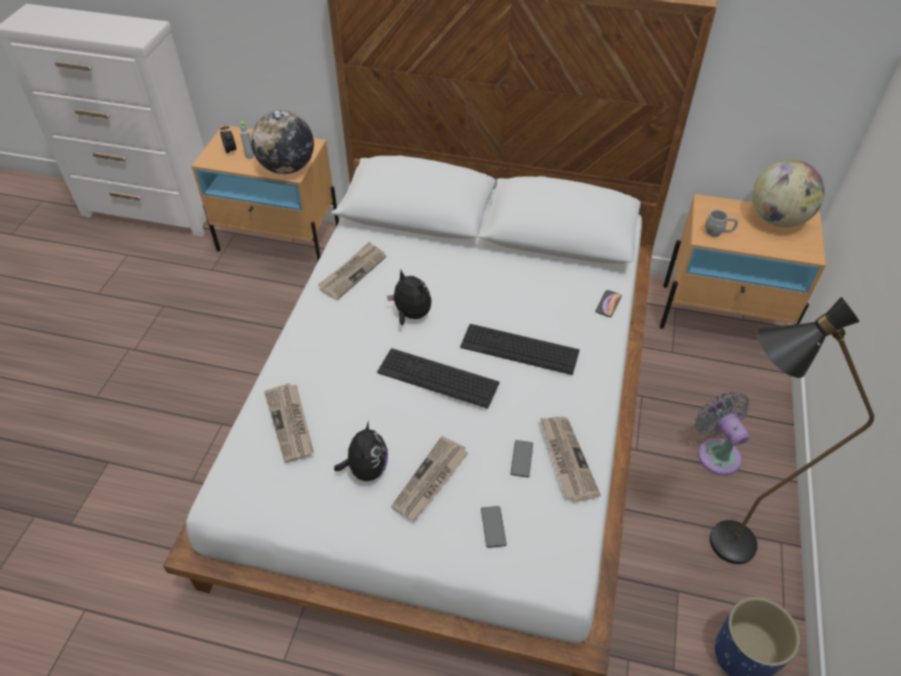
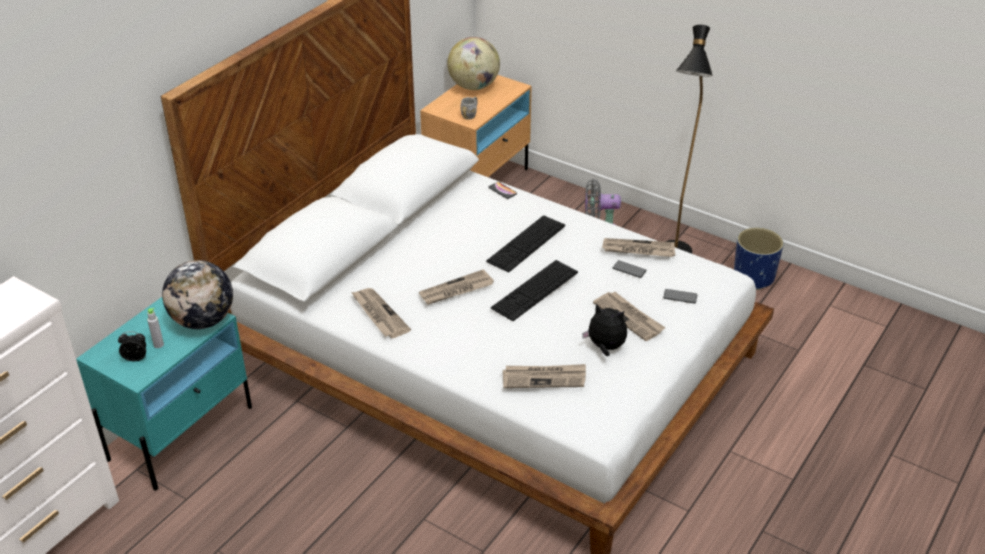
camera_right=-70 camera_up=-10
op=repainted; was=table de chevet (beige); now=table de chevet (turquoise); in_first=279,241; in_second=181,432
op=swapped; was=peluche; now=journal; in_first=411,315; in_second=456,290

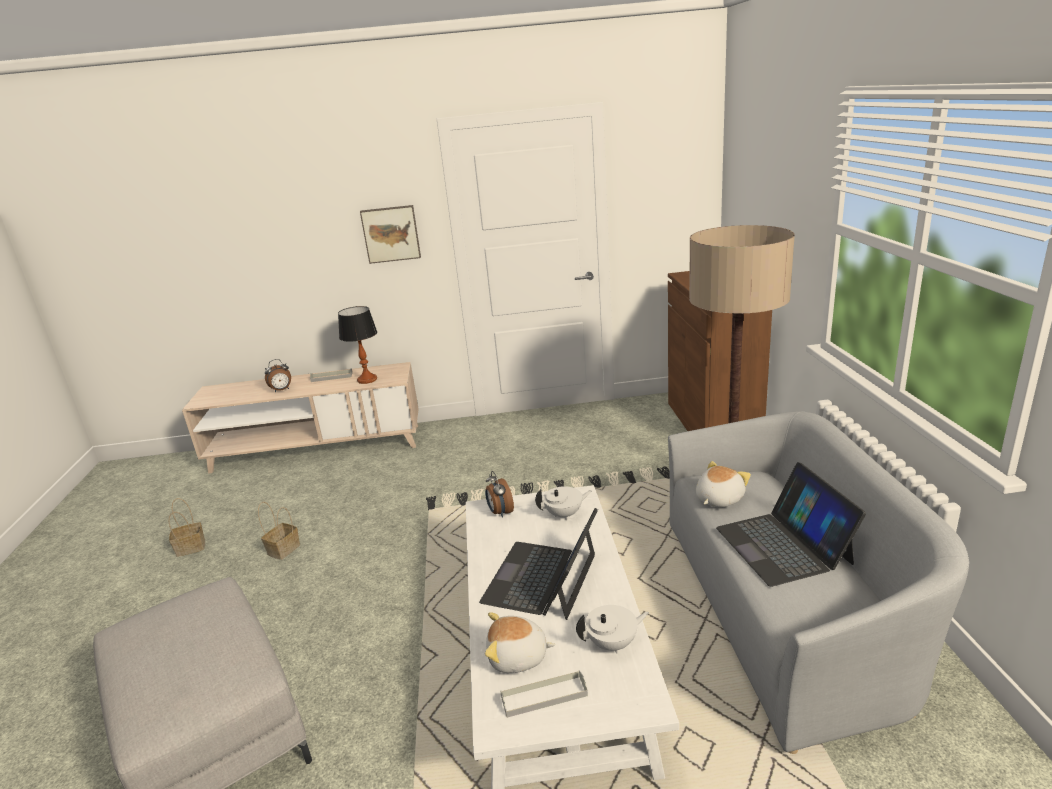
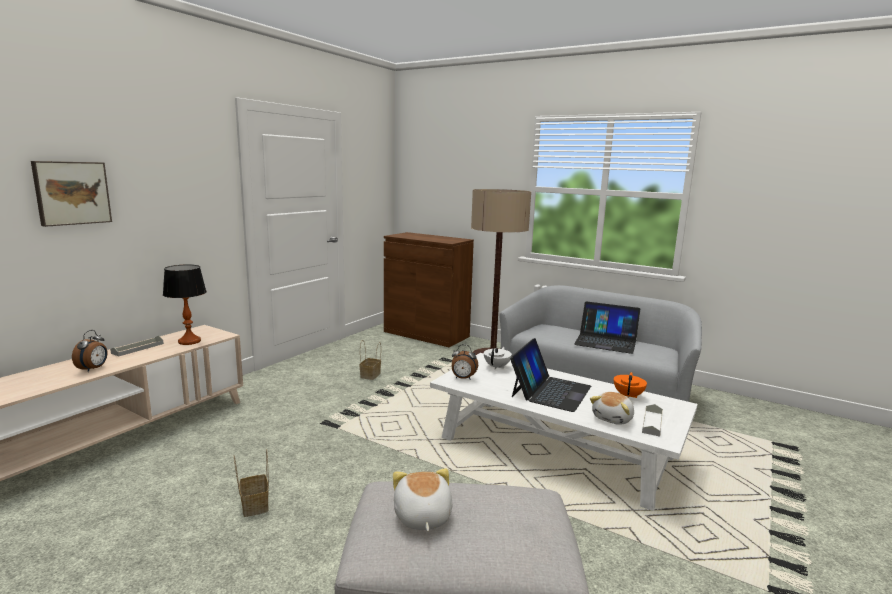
camera_right=-55 camera_up=-10
op=shifted; was=panier; in_first=189,548; in_second=370,375
op=shifted; was=tableau; in_first=391,234; in_second=72,193
op=rotated; was=ordinateur portable; in_first=542,579; in_second=550,391; clockwise=-120
op=repainted; was=théière (blanc); now=théière (orange); in_first=613,643; in_second=628,396
op=shifted; was=peluche; in_first=718,499; in_second=421,516

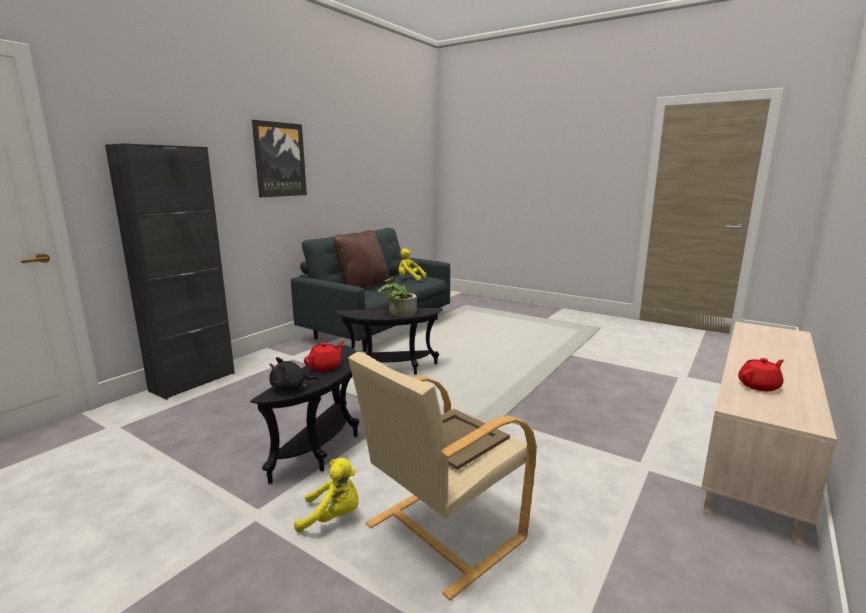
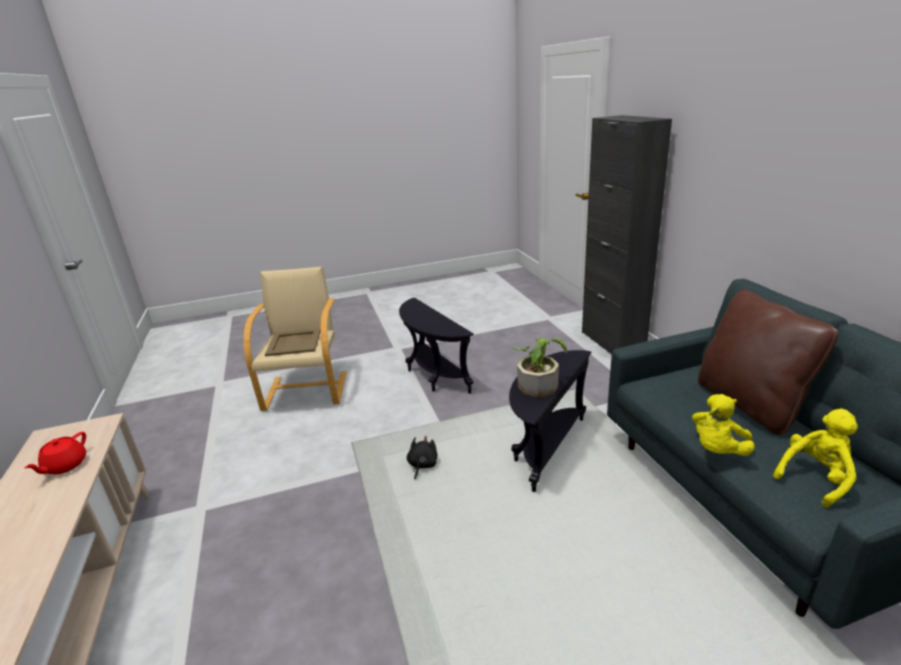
camera_right=130 camera_up=10
op=gone; was=tableau; in_first=279,159
op=shifted; was=peluche (noir); in_first=291,388; in_second=422,465
op=shifted; was=peluche (jaune); in_first=333,517; in_second=717,450
op=gone; was=théière (rouge); in_first=325,366

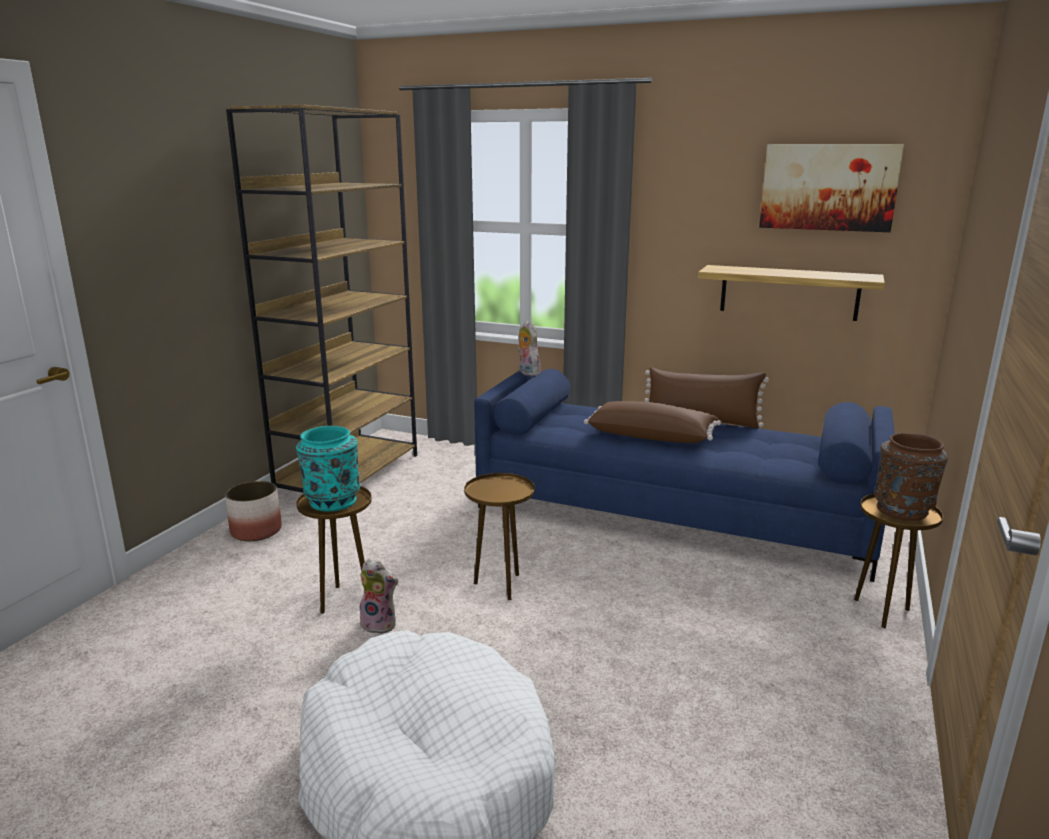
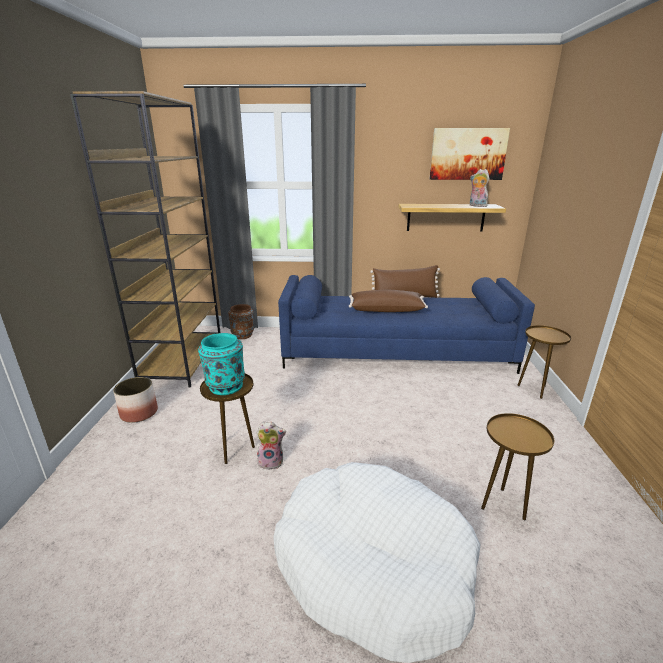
camera_right=-20 camera_up=5
op=shifted; was=table d'appoint (marron); in_first=500,585; in_second=502,505
op=shifted; was=peluche; in_first=527,372; in_second=476,206
op=shifted; was=vase (marron); in_first=903,510; in_second=243,335

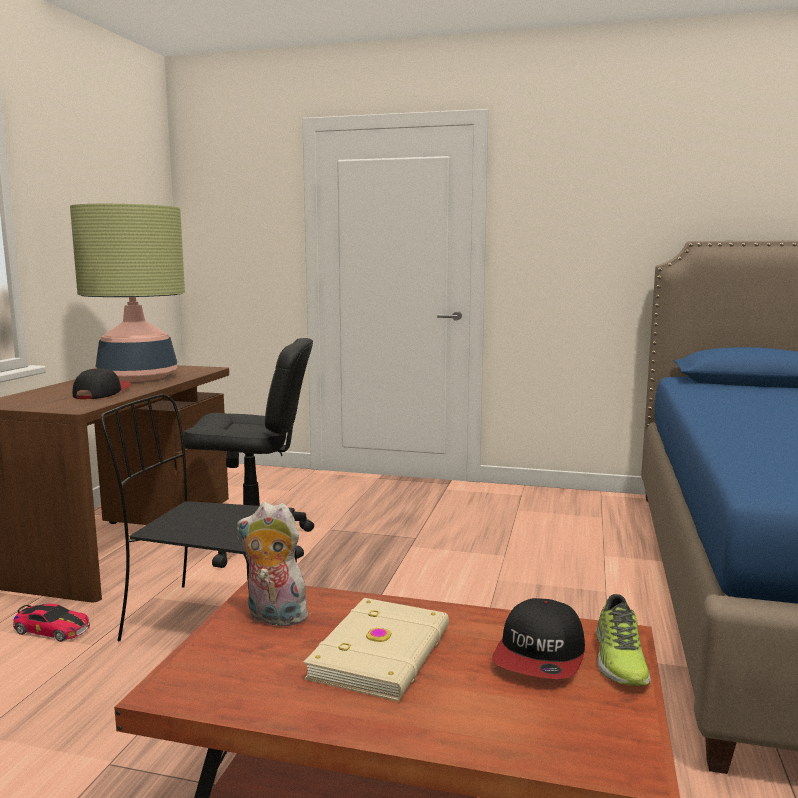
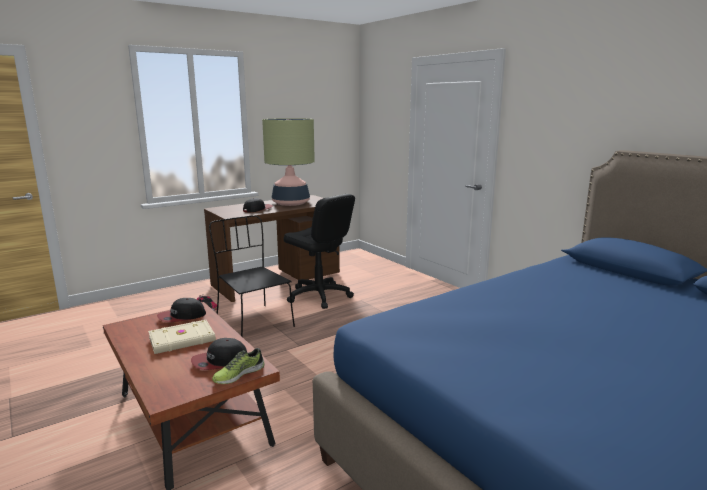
camera_right=40 camera_up=5
op=swapped; was=peluche; now=casquette; in_first=273,617; in_second=182,317

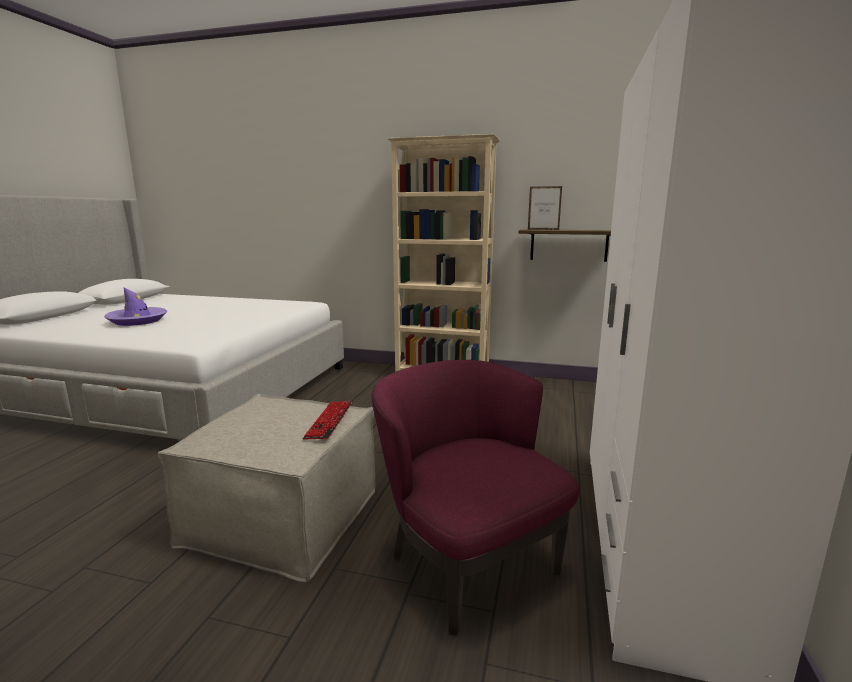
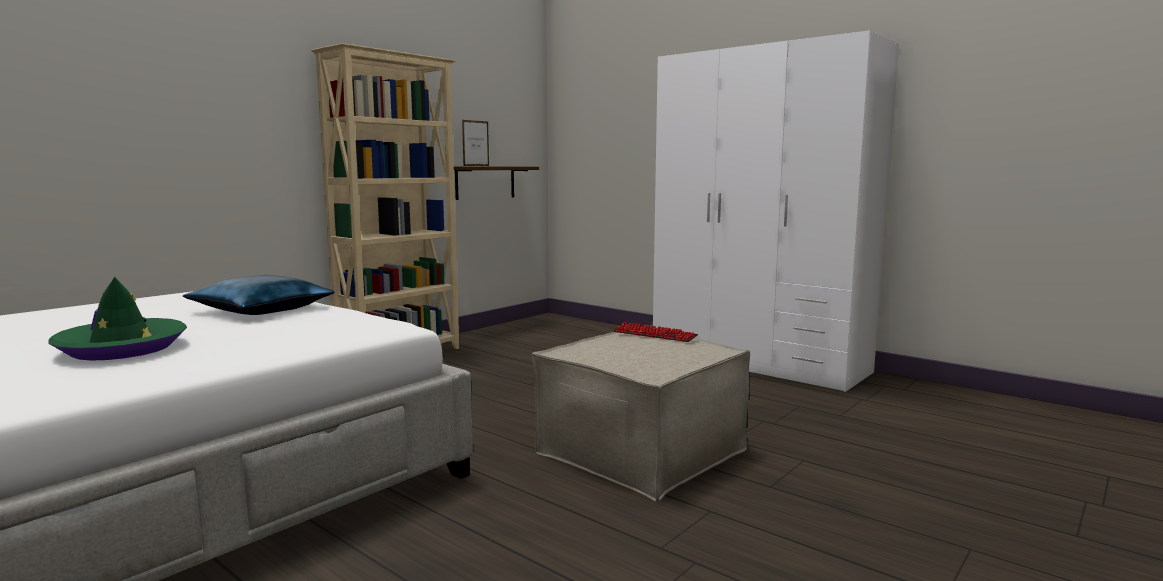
camera_right=-65 camera_up=-5
op=repainted; was=chapeau (violet); now=chapeau (vert); in_first=137,321; in_second=122,349
op=gone; was=fauteuil (violet); in_first=468,563
op=new; now=coussin (bleu); in_second=262,310

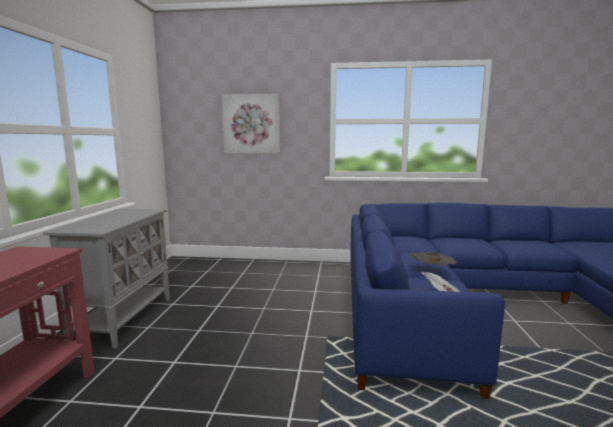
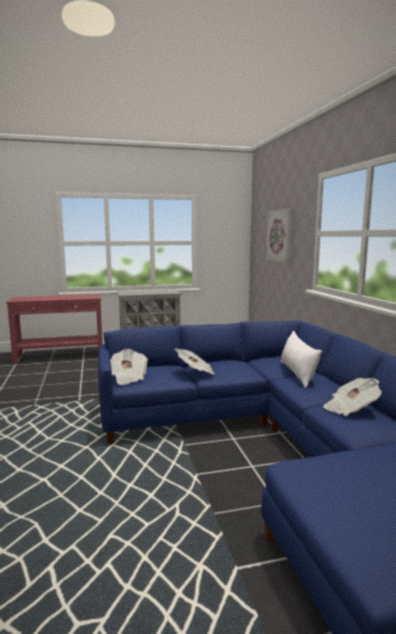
camera_right=70 camera_up=0
op=new; now=coussin (blanc); in_second=297,374
op=new; now=journal; in_second=350,409

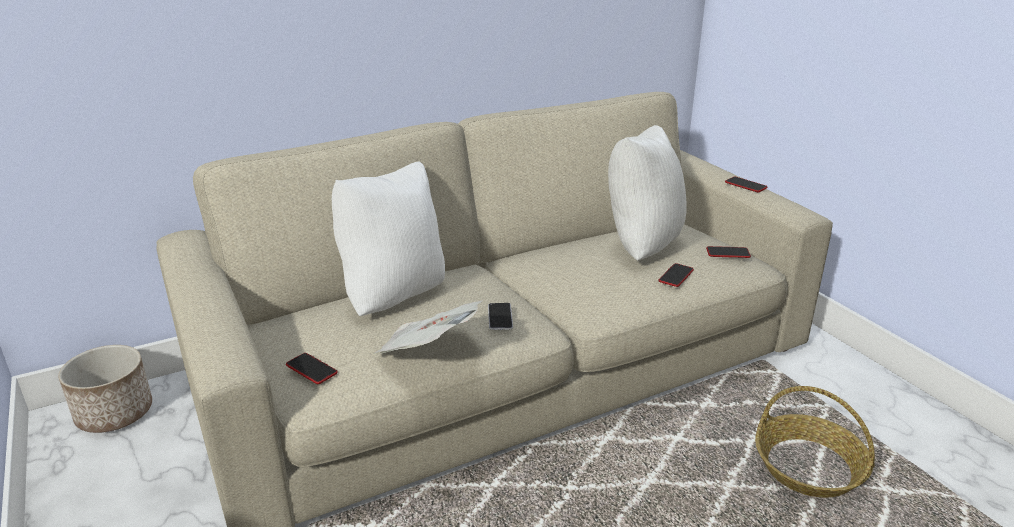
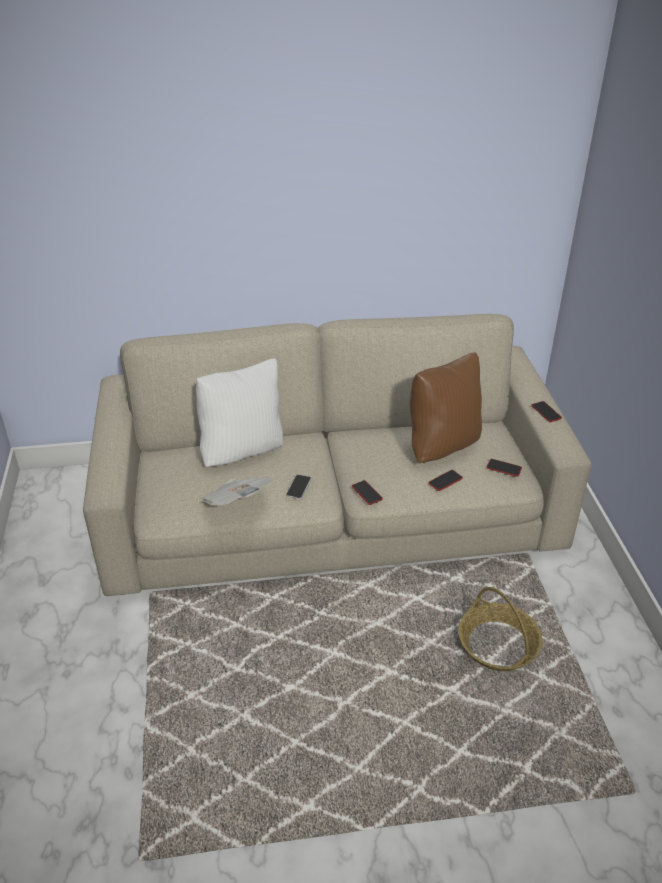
camera_right=20 camera_up=10
op=gone; was=cache-pot; in_first=115,413
op=shifted; was=téléphone; in_first=311,369; in_second=367,493
op=repainted; was=coussin (blanc); now=coussin (marron); in_first=640,246; in_second=442,446

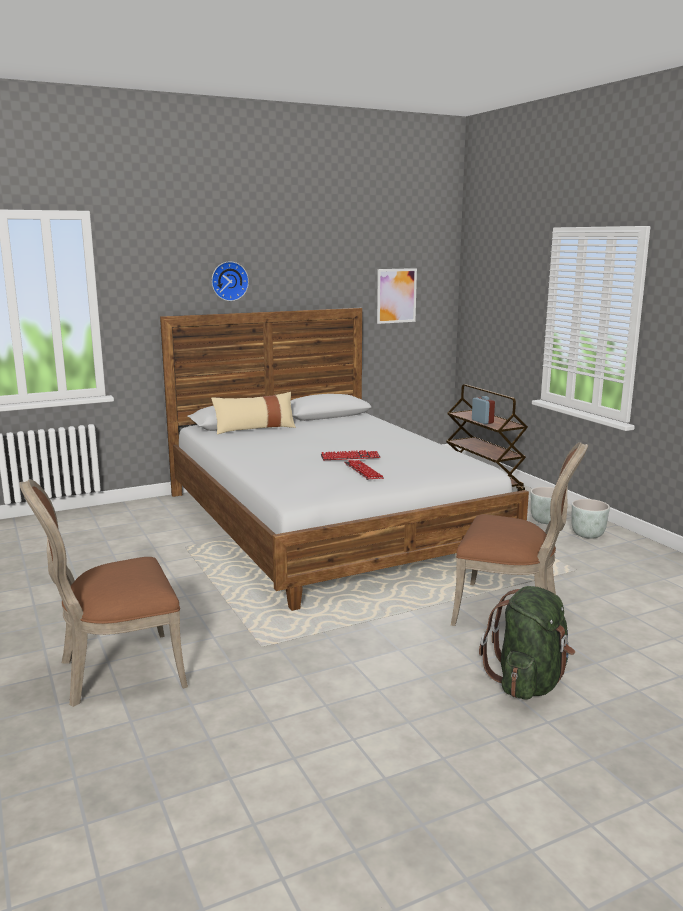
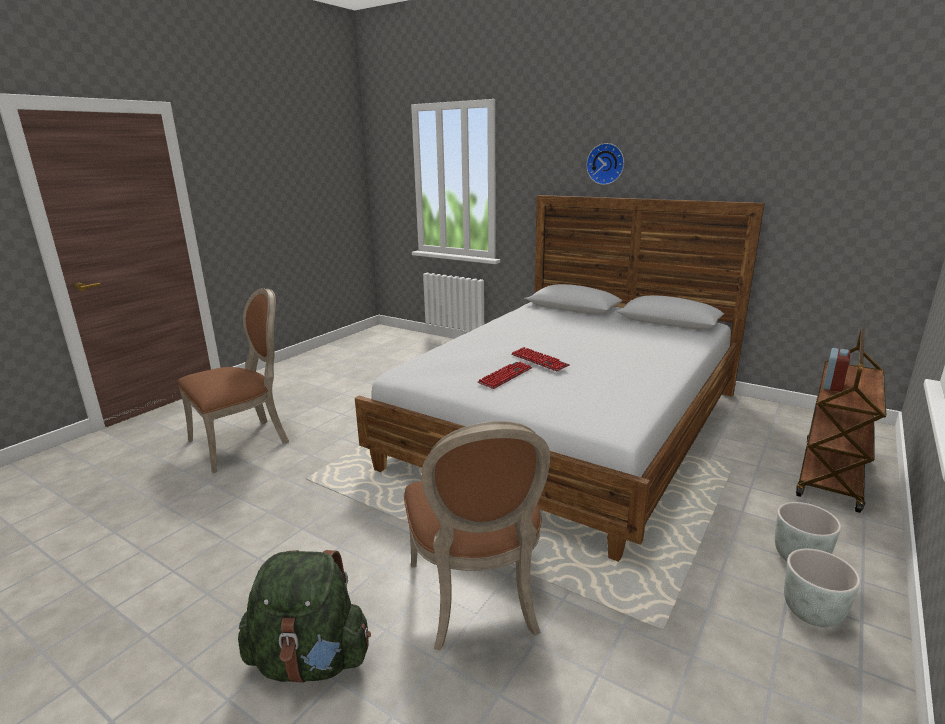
camera_right=60 camera_up=5
op=rotated; was=chaise (marron); in_first=116,672; in_second=244,442; clockwise=105
op=gone; was=coussin (beige); in_first=255,429
op=gone; was=tableau; in_first=396,295

